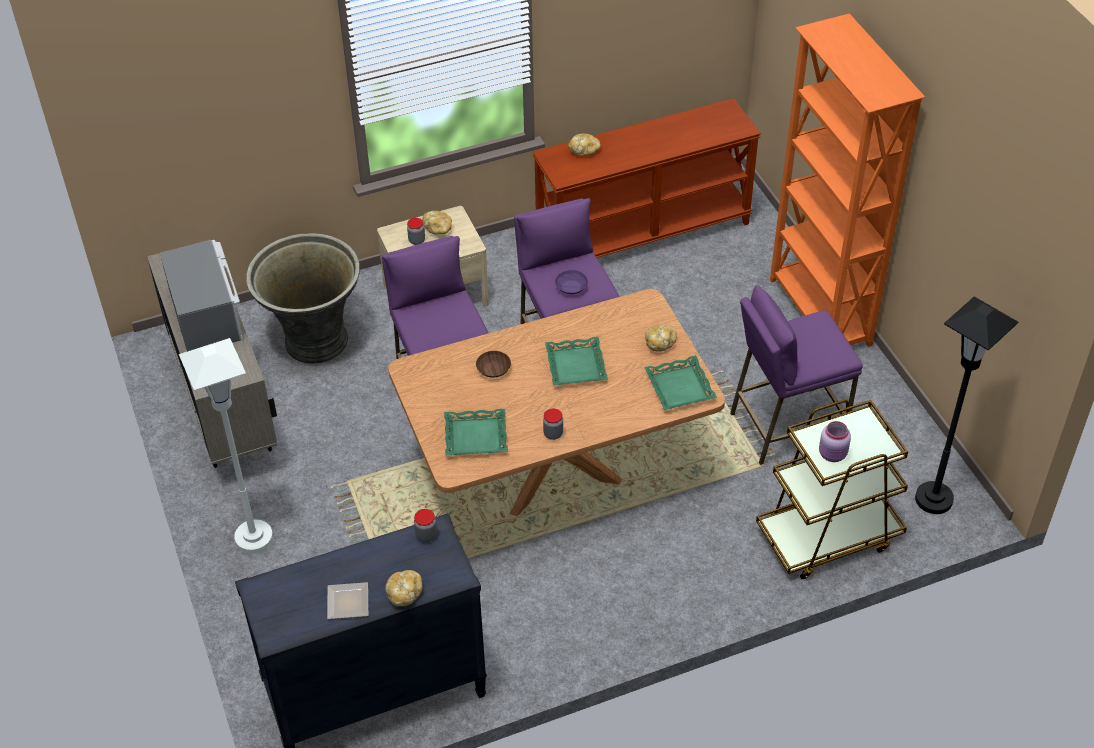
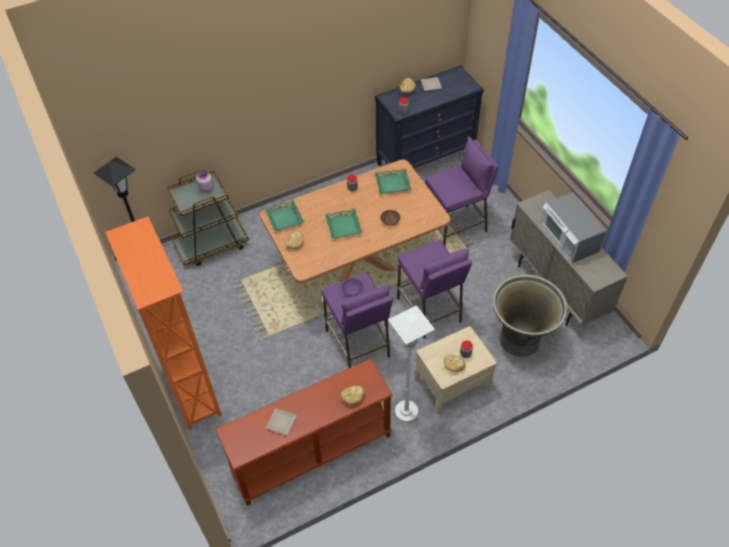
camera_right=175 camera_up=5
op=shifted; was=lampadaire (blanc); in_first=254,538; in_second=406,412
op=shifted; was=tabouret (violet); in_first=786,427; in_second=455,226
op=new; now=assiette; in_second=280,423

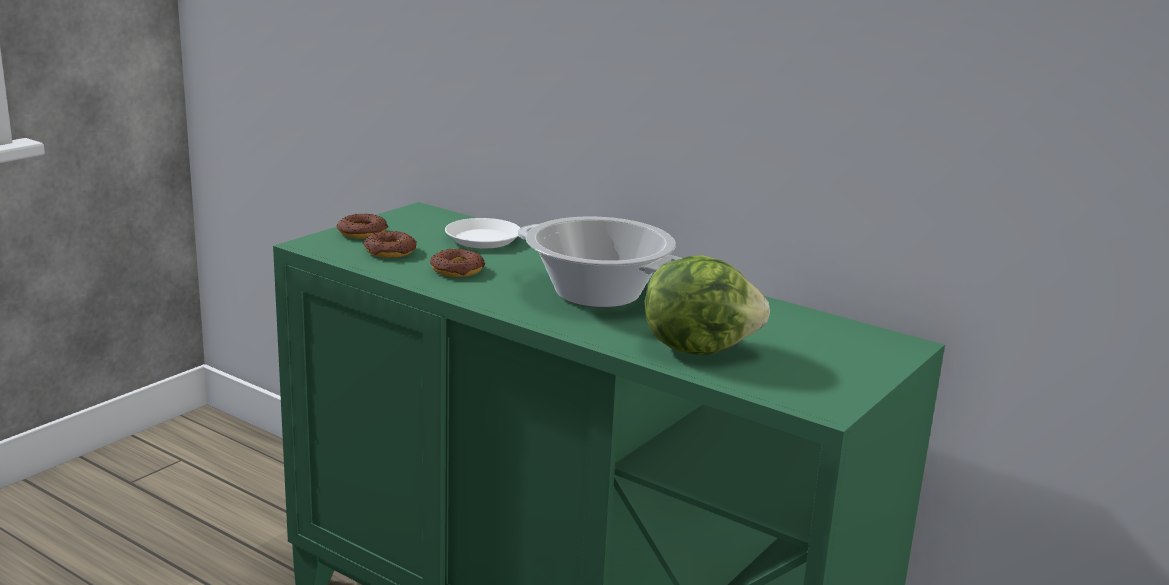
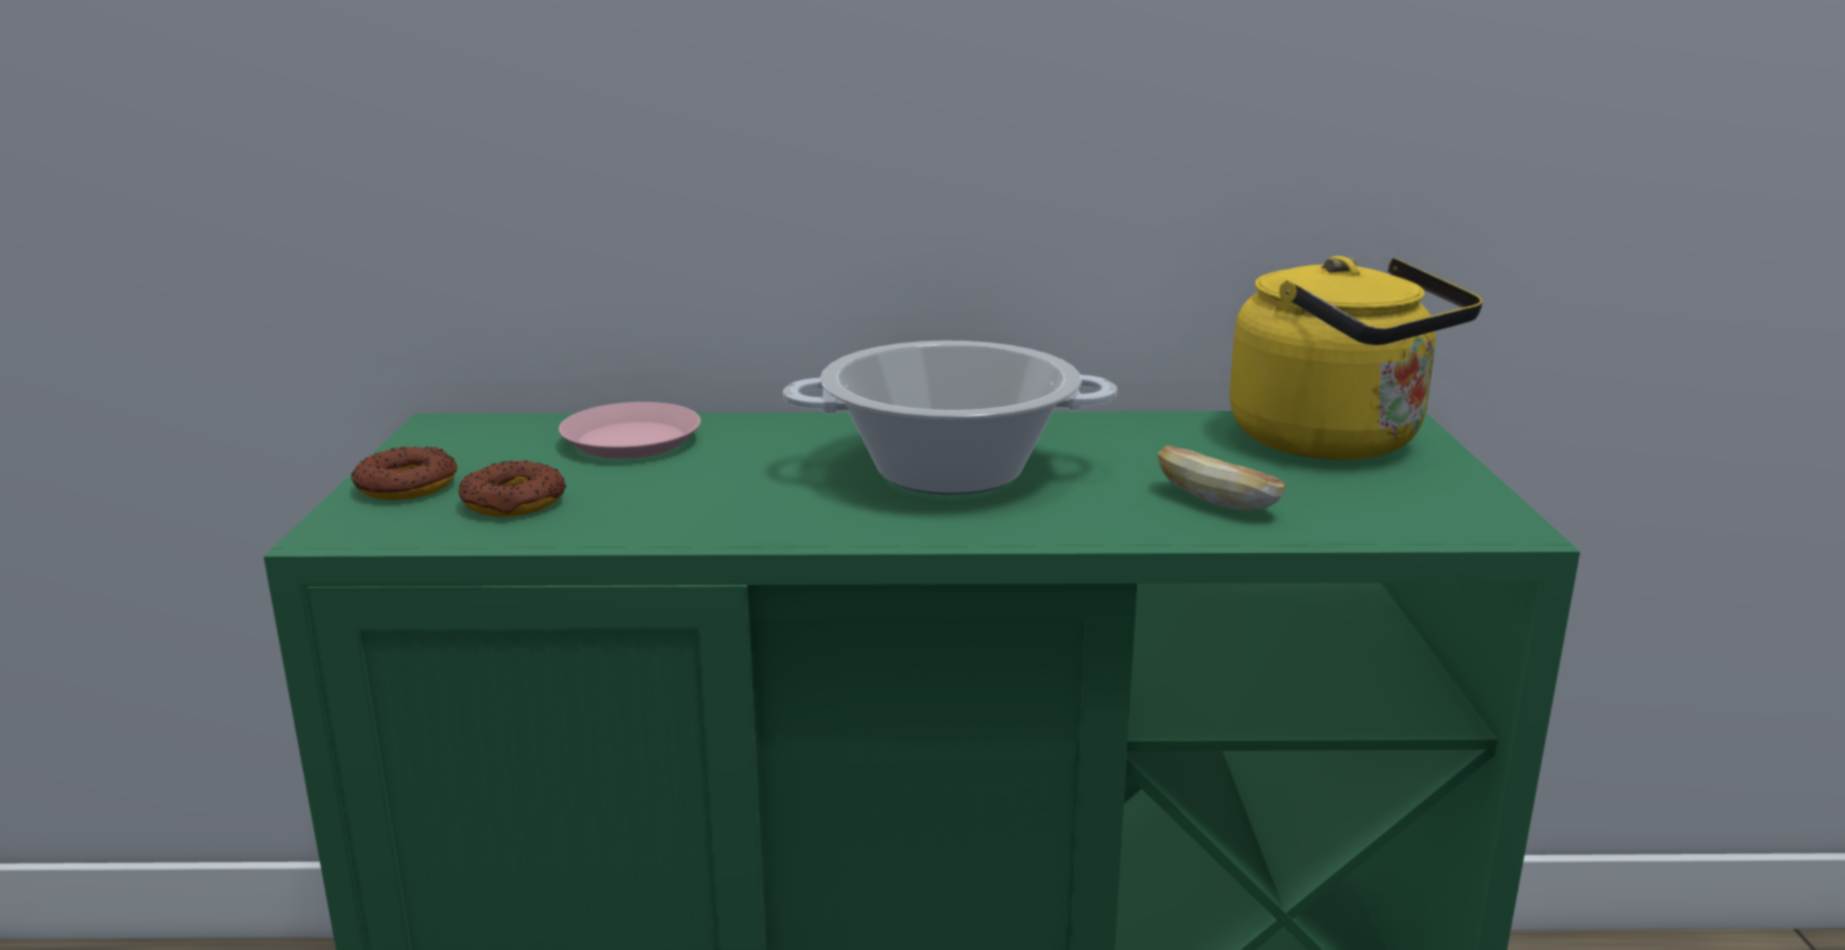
camera_right=-35 camera_up=0
op=gone; was=beignet; in_first=457,270
op=repainted; was=assiette (blanc); now=assiette (rose); in_first=482,239; in_second=630,441
op=swapped; was=laitue; now=pain; in_first=698,347; in_second=1217,502
op=new; now=bouilloire (jaune); in_second=1336,443

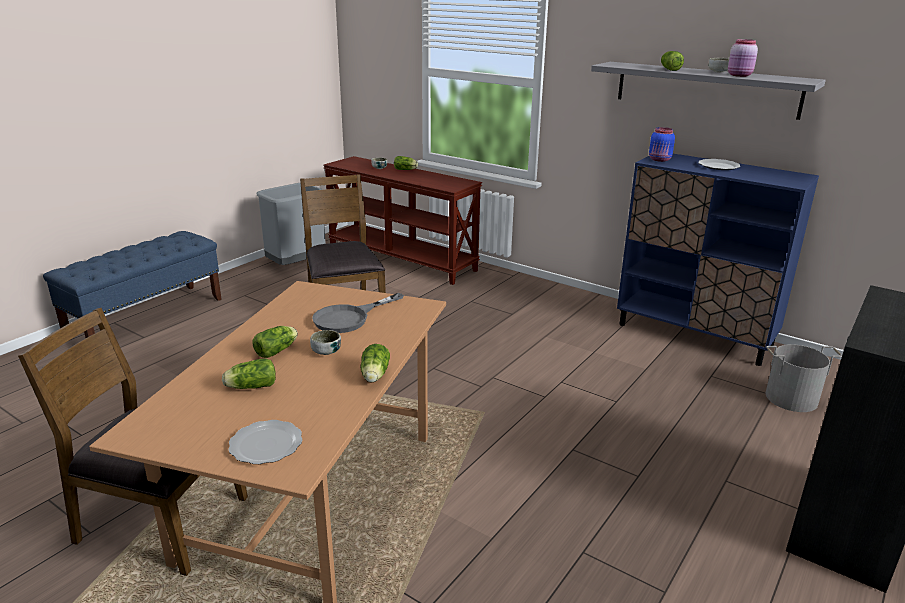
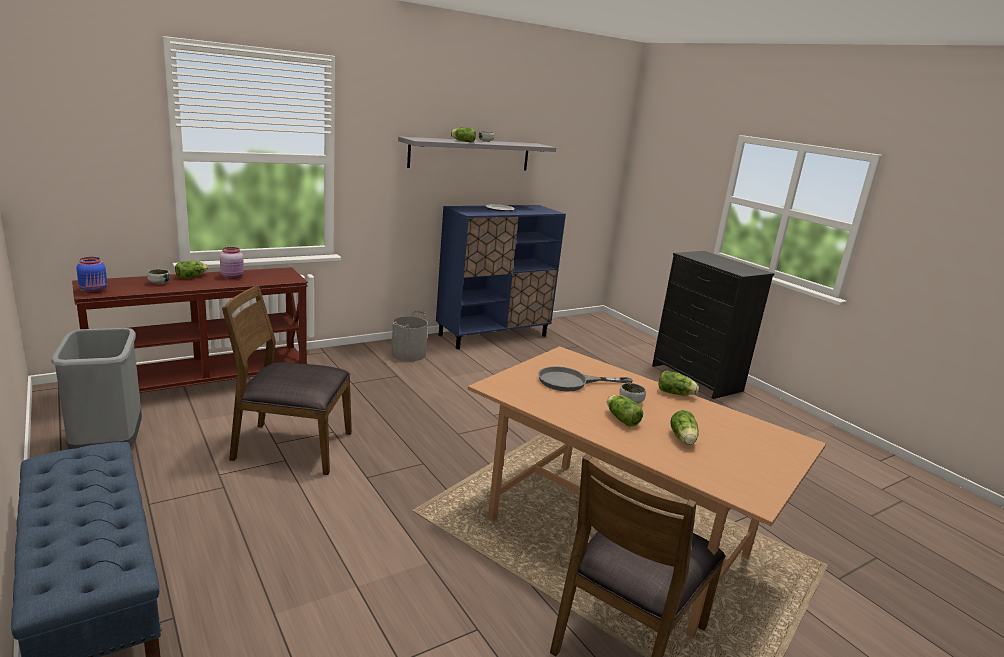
camera_right=-70 camera_up=-5
op=gone; was=assiette; in_first=266,445
op=rotated; was=poêle (gris); in_first=349,318; in_second=571,381; clockwise=105
op=shifted; was=bocal (bleu); in_first=660,160; in_second=94,291
op=shifted; was=bocal (rose); in_first=740,75; in_second=233,277
op=shifted; was=seau (gris); in_first=791,398; in_second=409,354

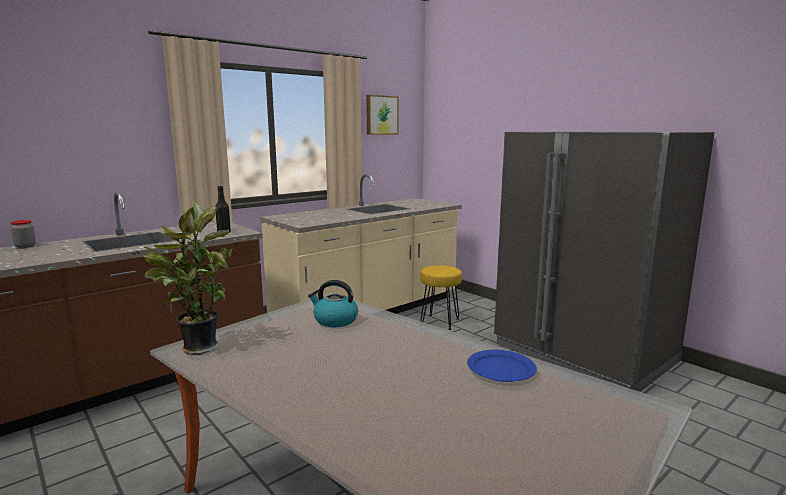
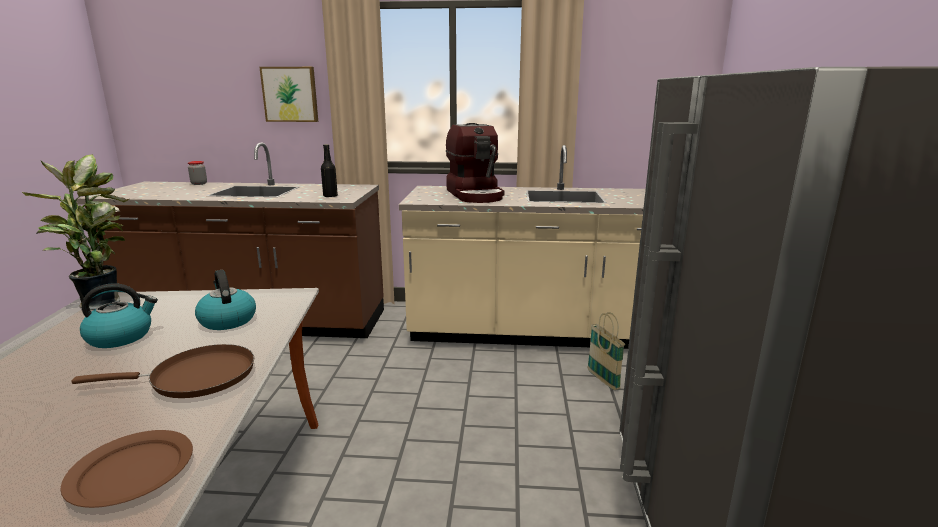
camera_right=45 camera_up=5
op=shifted; was=tableau; in_first=381,115; in_second=290,94
op=swapped; was=tabouret (jaune); now=panier; in_first=440,321; in_second=603,380
op=repainted; was=assiette (bleu); now=assiette (marron); in_first=500,369; in_second=131,471
op=new; now=poêle (marron); in_second=196,377
op=new; now=bouilloire; in_second=121,337
op=new; now=machine à café; in_second=475,195

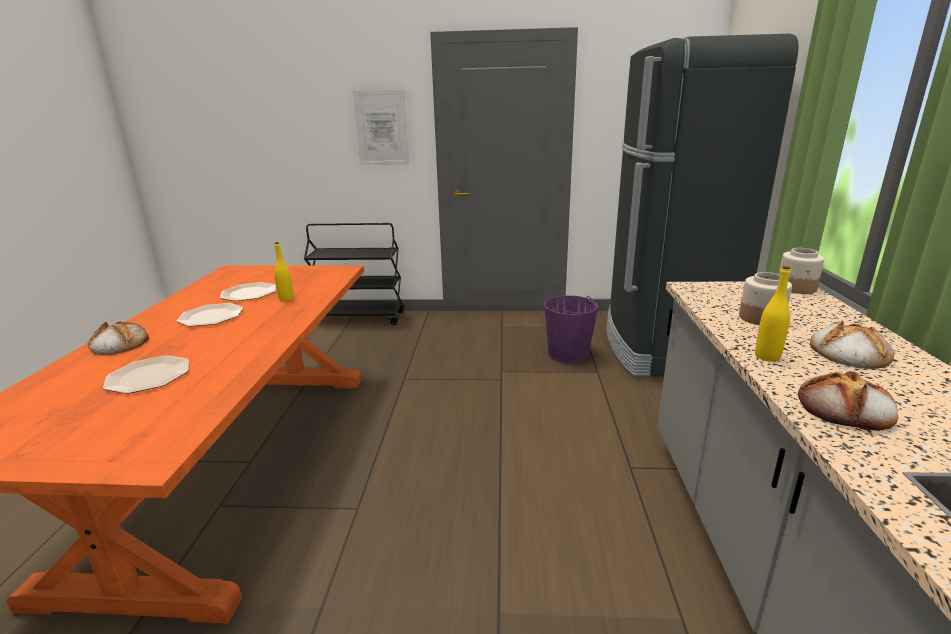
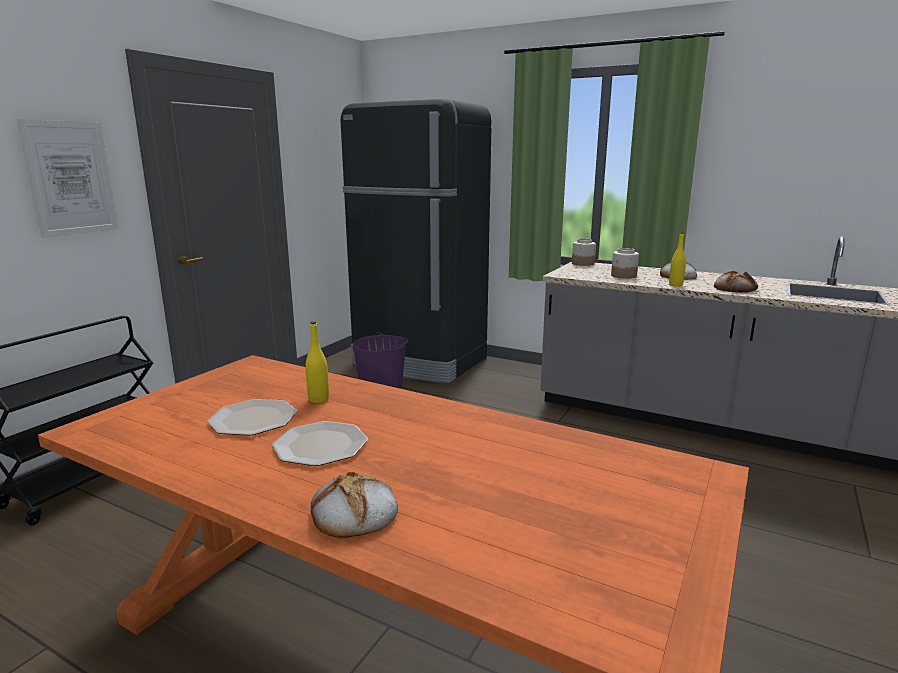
camera_right=-65 camera_up=-5
op=gone; was=assiette; in_first=148,376

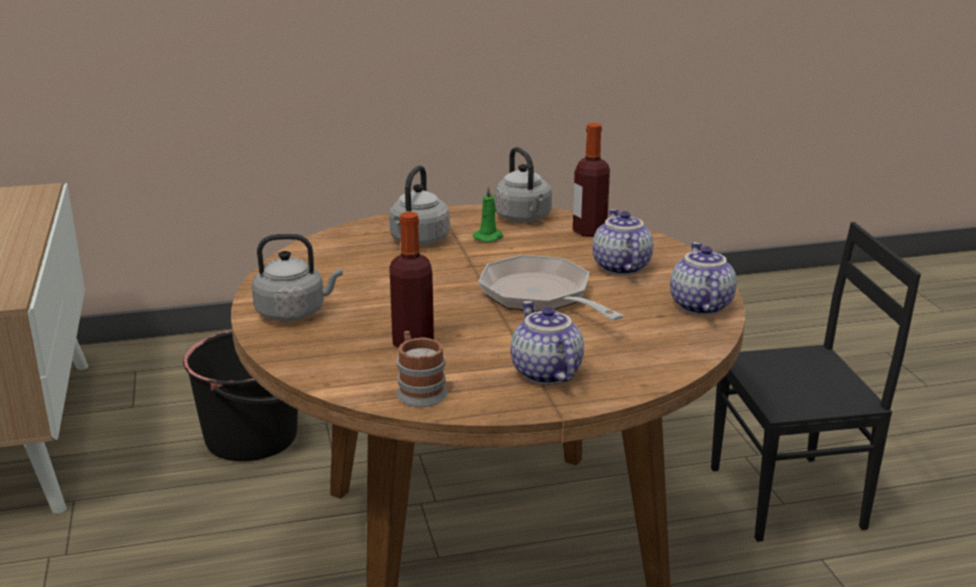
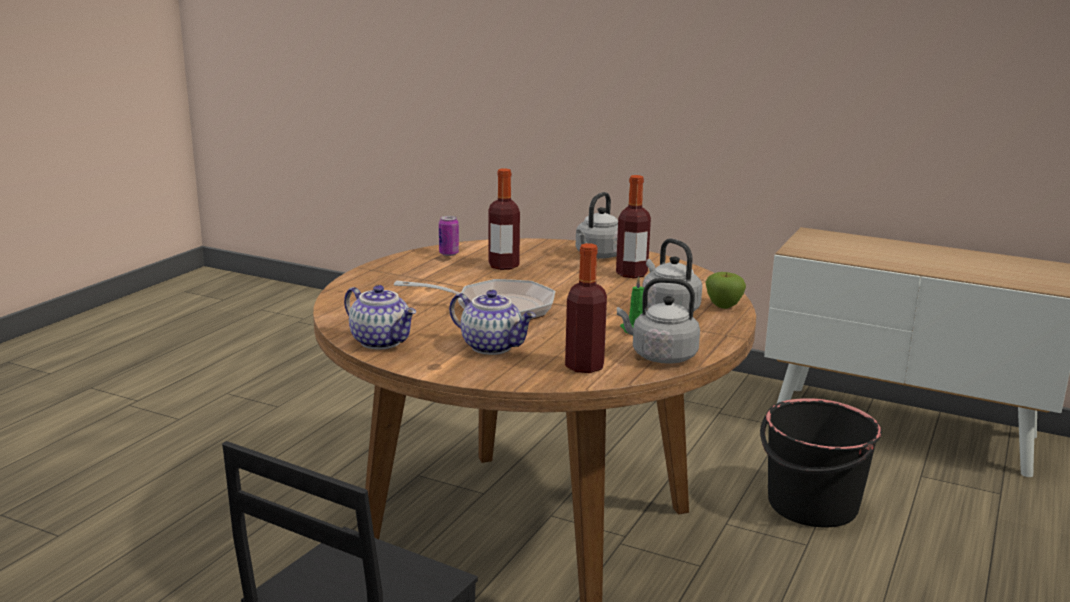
camera_right=130 camera_up=-5
op=swapped; was=mug; now=boîte métallique; in_first=418,390; in_second=449,253
op=gone; was=théière; in_first=544,373
op=new; now=bouteille; in_second=631,274
op=new; now=pomme; in_second=723,306

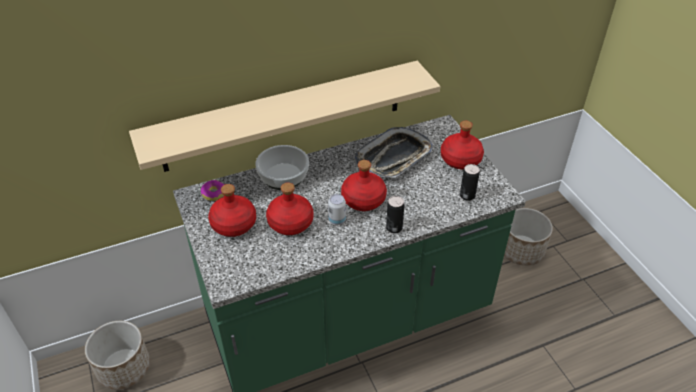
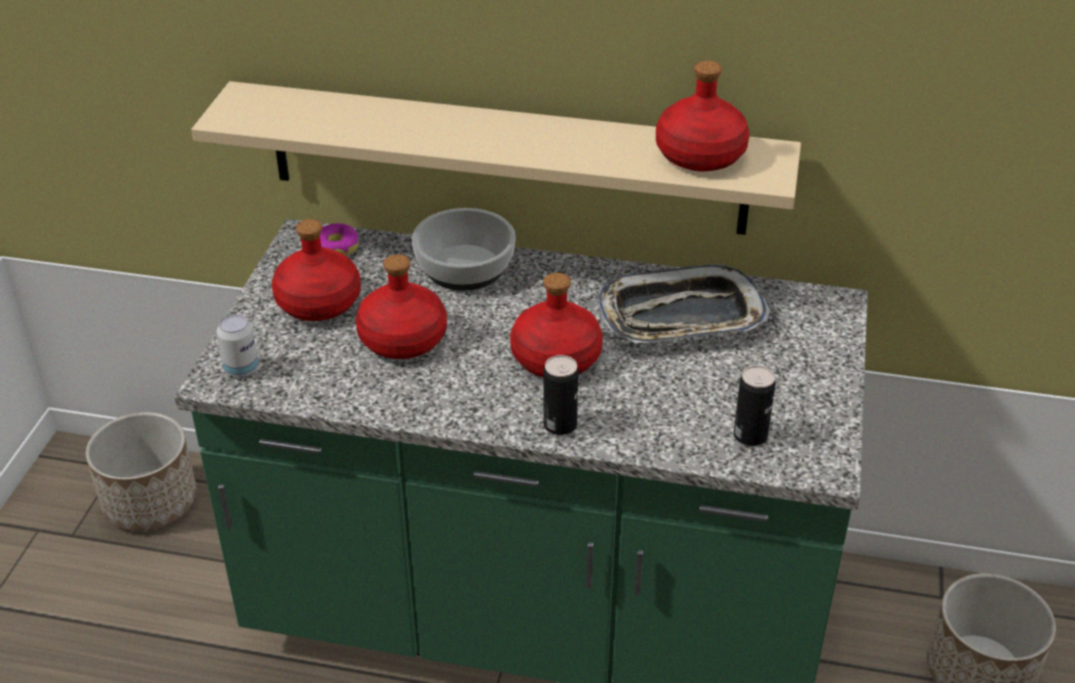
camera_right=35 camera_up=-5
op=shifted; was=boîte métallique; in_first=337,220; in_second=241,369
op=shifted; was=bouteille (rouge); in_first=461,159; in_second=701,155

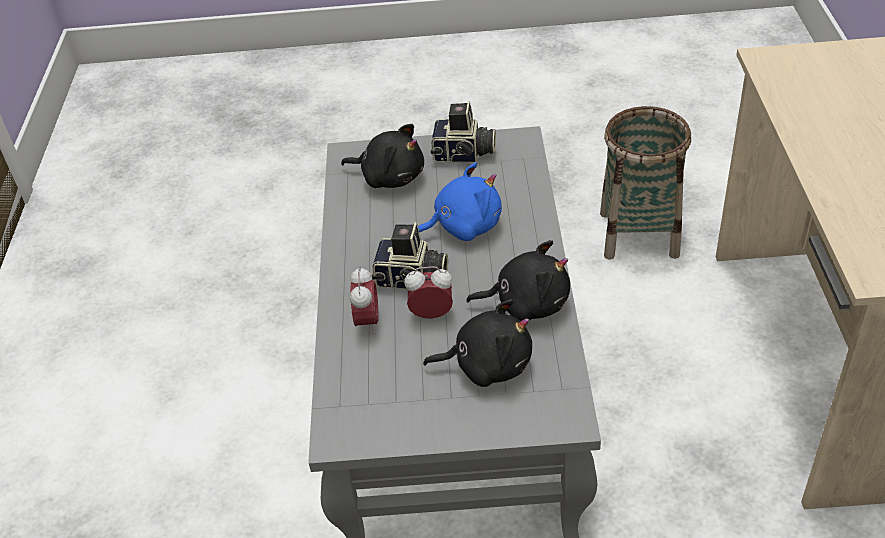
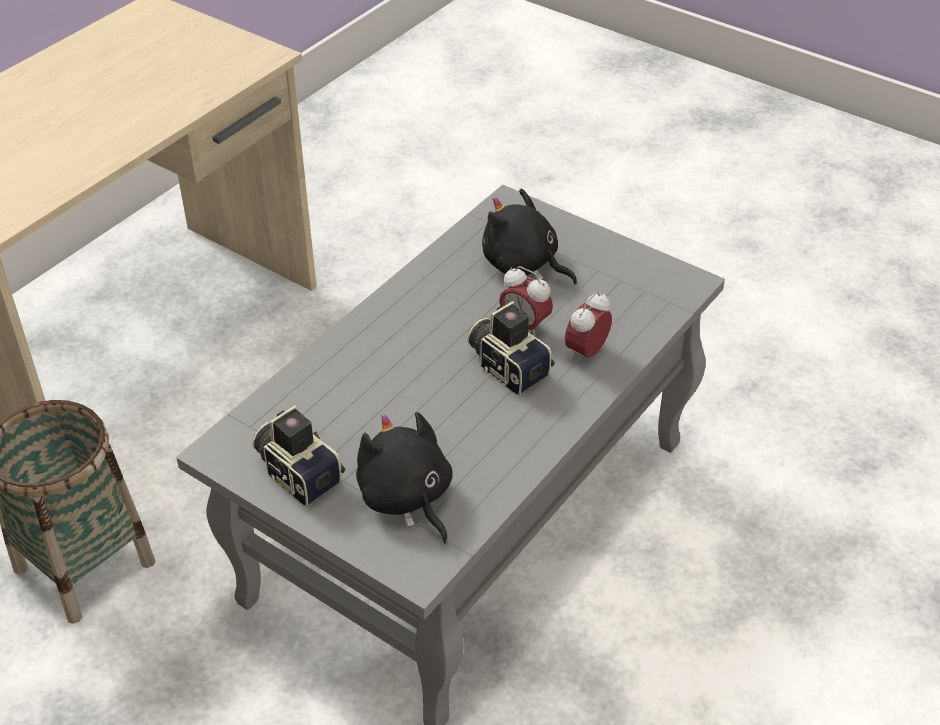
camera_right=-145 camera_up=0
op=gone; was=peluche (bleu); in_first=463,226
op=gone; was=peluche (noir); in_first=527,303

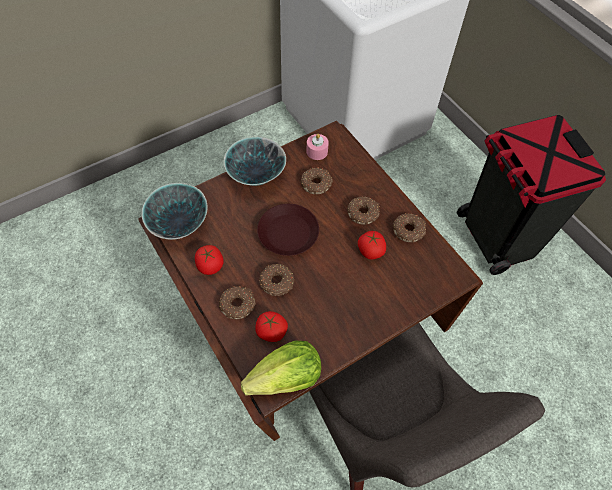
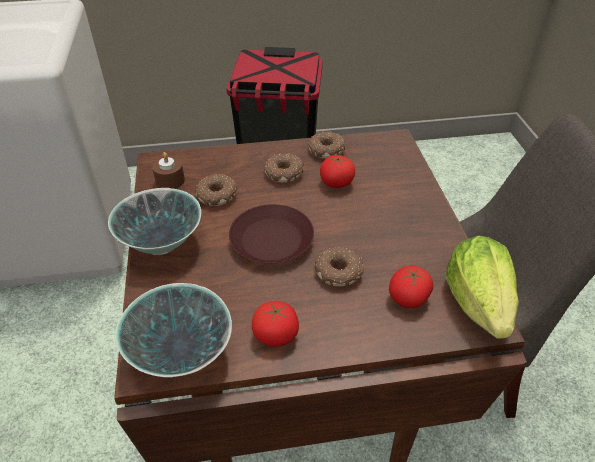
camera_right=-65 camera_up=-15
op=gone; was=beignet; in_first=238,304
op=repainted; was=bougie (rose); now=bougie (marron); in_first=317,151; in_second=170,180

